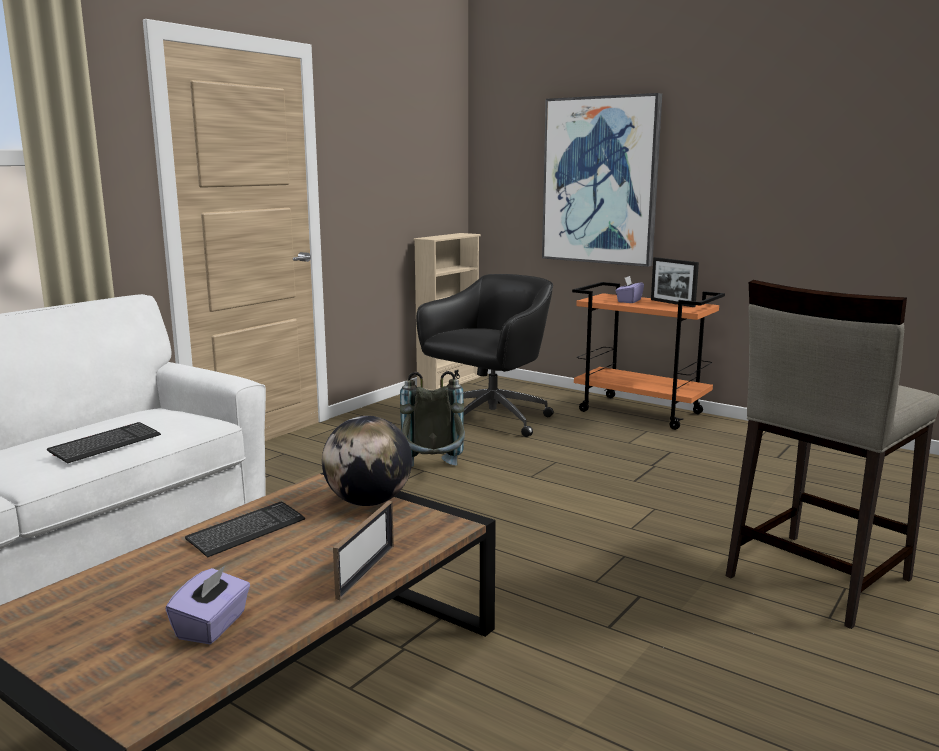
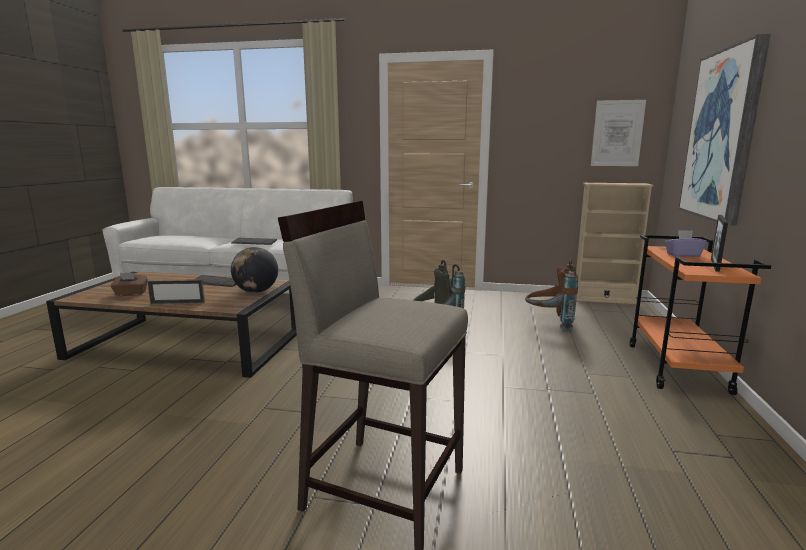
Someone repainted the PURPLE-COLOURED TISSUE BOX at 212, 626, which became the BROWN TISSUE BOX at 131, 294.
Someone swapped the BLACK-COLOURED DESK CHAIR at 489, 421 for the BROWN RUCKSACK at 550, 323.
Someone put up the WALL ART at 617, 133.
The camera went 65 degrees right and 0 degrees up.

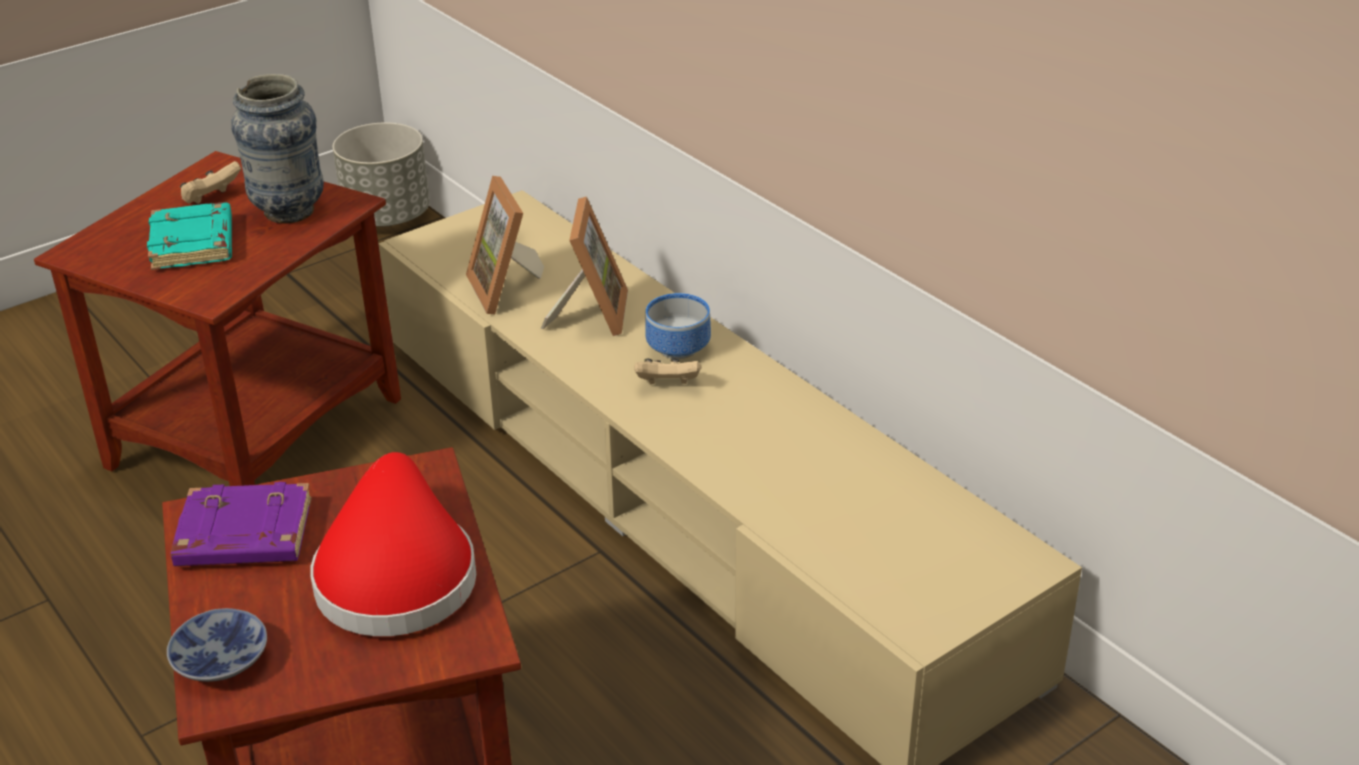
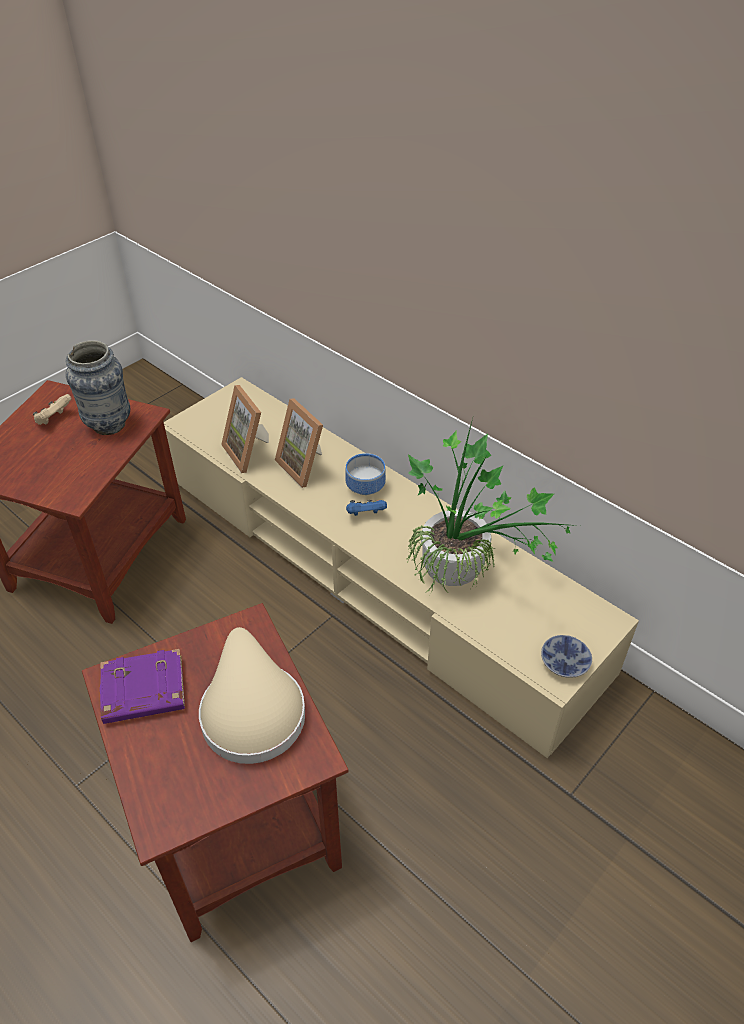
Someone took away the TURQUOISE-COLOURED BOUND BOOK at 194, 244.
Someone carried the DEEP DISH from 218, 659 to 562, 662.
Someone repainted the RED WEARABLE HAT at 396, 574, which became the BEIGE-COLOURED WEARABLE HAT at 251, 709.
Someone took away the GREY FLOWER POT at 388, 216.
Someone rotated the PICTURE FRAME at 590, 313 by 150 degrees clockwise.
Someone repainted the BEIGE-COLOURED GAME CONTROLLER at 668, 385, which became the BLUE-COLOURED GAME CONTROLLER at 365, 515.
Someone put down the PLANT IN A POT at 465, 576.
The camera went 10 degrees left and 10 degrees up.

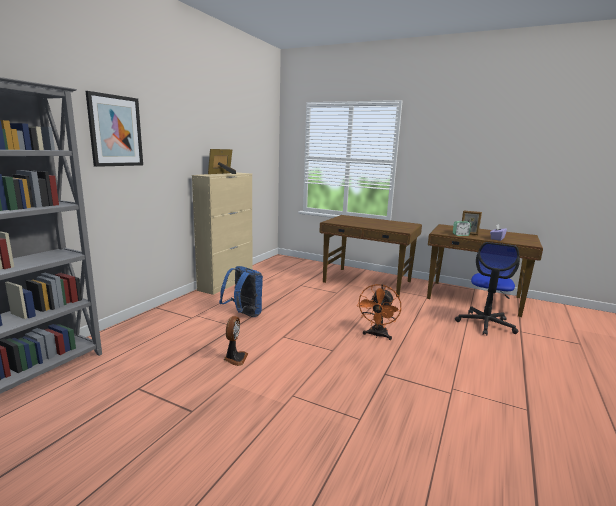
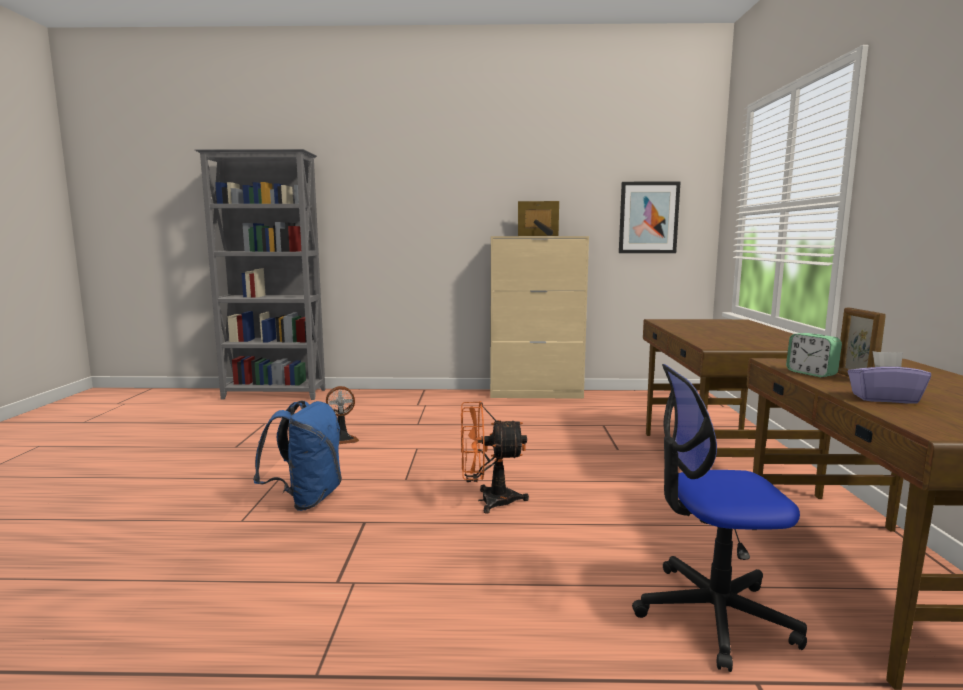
Someone carried the WALL ART from 115, 131 to 648, 217.
Someone carried the BLUE-COLOURED RUCKSACK from 244, 315 to 306, 499.
The camera went 65 degrees right and 5 degrees down.

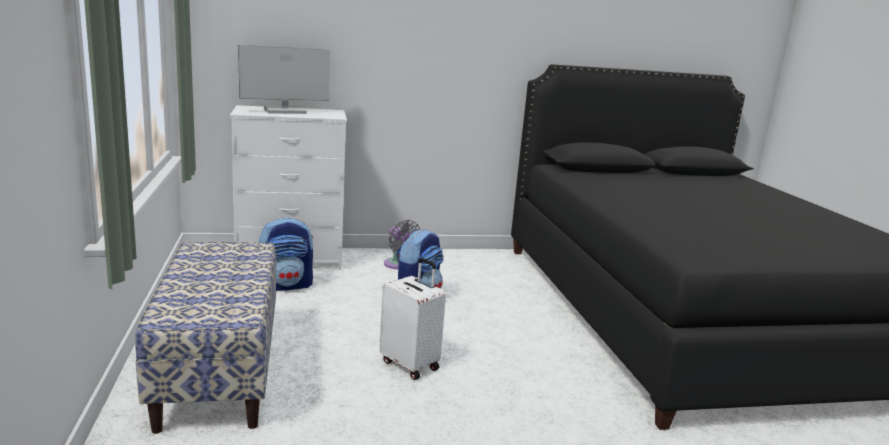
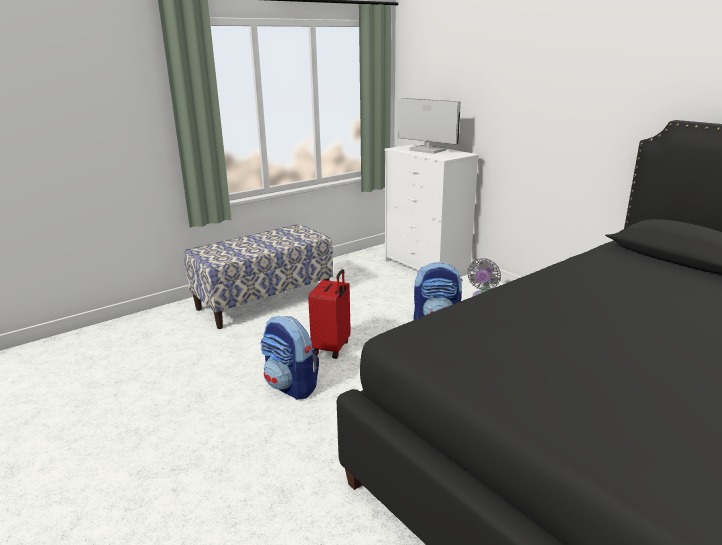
Someone carried the RUCKSACK from 286, 285 to 291, 386.
Someone repainted the WHITISH SUITCASE at 411, 364, which became the RED SUITCASE at 332, 348.
The camera went 65 degrees right and 5 degrees up.

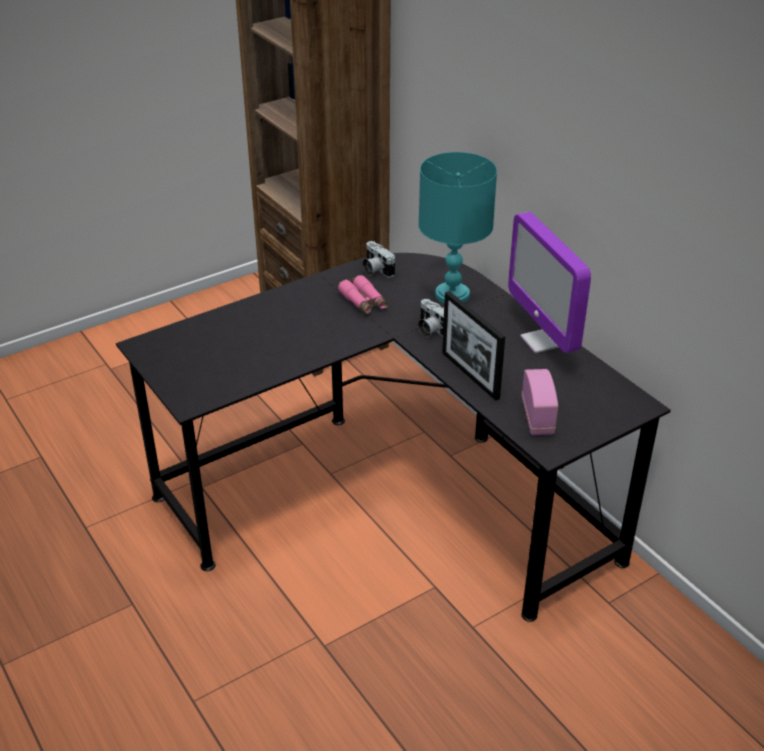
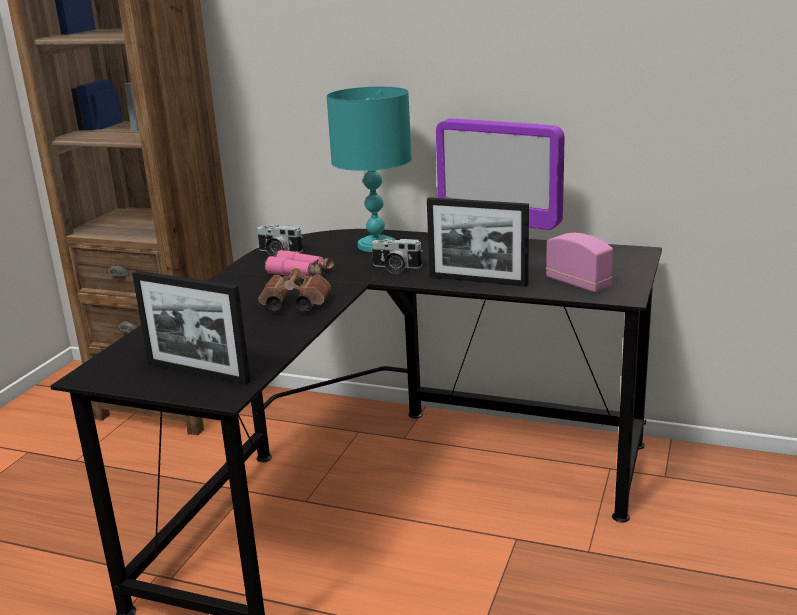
Someone put down the PICTURE FRAME at 197, 372.
Someone put down the BROWN BINOCULARS at 293, 306.
The camera went 35 degrees left and 15 degrees down.

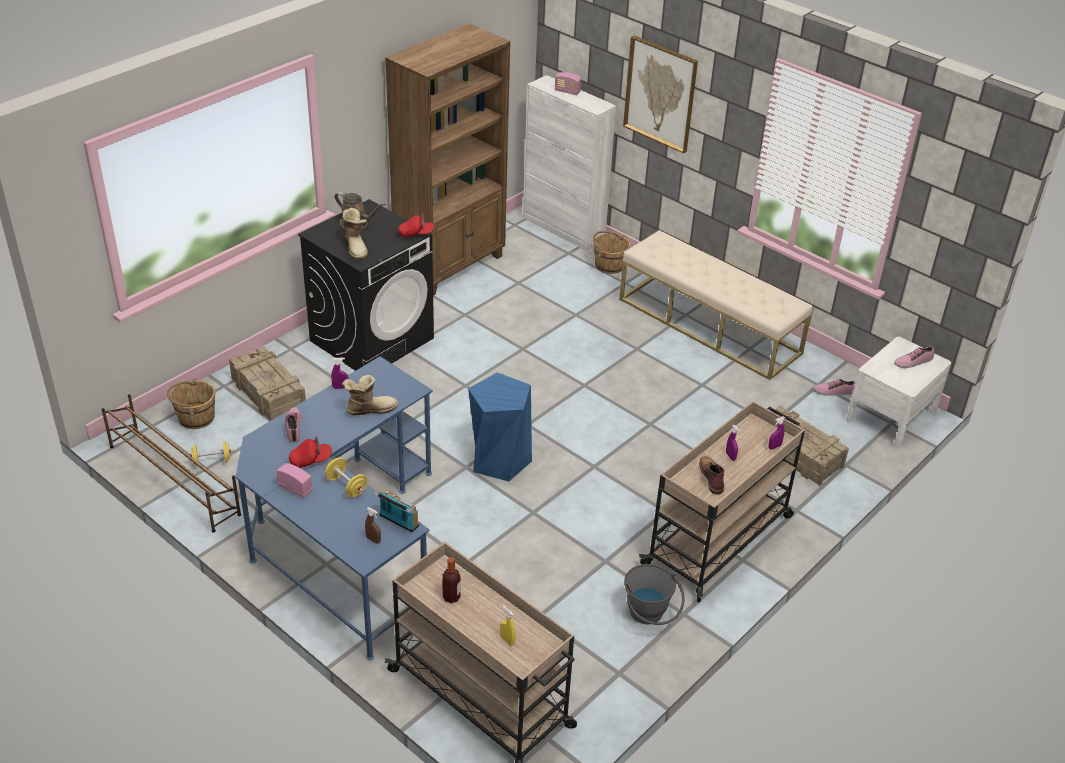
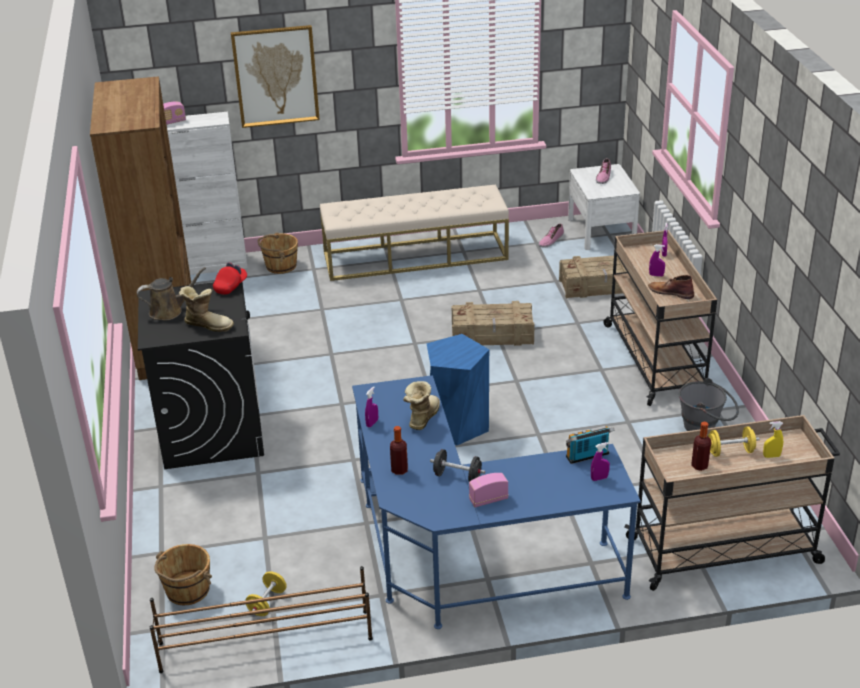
Someone carried the SHIPPING CRATE from 268, 393 to 493, 335.
Someone swapped the SHOE at 294, 427 for the BEVERAGE BOTTLE at 399, 470.
Someone swapped the RED CAP at 311, 460 for the BLACK-COLOURED HAND WEIGHT at 457, 476.
Someone carried the YELLOW HAND WEIGHT from 346, 486 to 730, 451.
Someone repainted the BROWN HAND SPRAYER at 373, 540, which became the PURPLE-COLOURED HAND SPRAYER at 599, 478.
The camera went 50 degrees left and 5 degrees down.

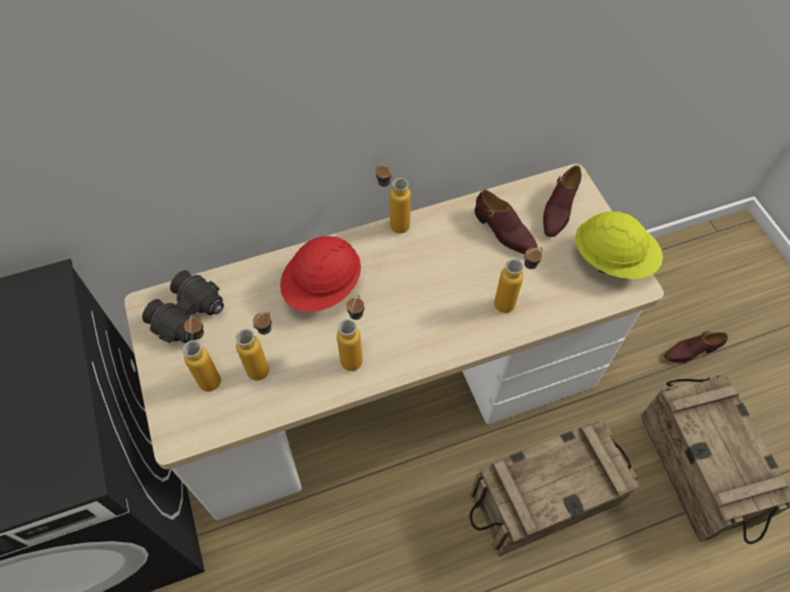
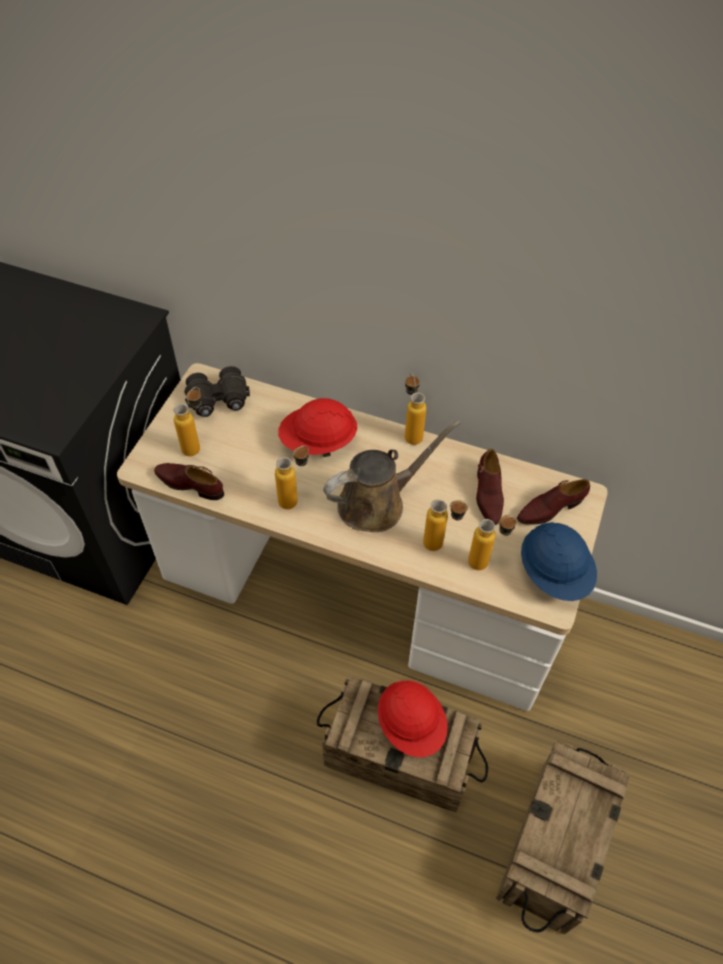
Someone carried the BEVERAGE BOTTLE from 265, 365 to 486, 562.
Someone repainted the YELLOW WORK HELMET at 612, 259, which became the BLUE-COLOURED WORK HELMET at 554, 573.
Someone carried the BROWN SHOE from 691, 350 to 190, 484.
Someone put down the BROWN SPRINKLING CAN at 377, 503.
Someone put down the RED WORK HELMET at 411, 725.
The camera went 40 degrees right and 5 degrees down.

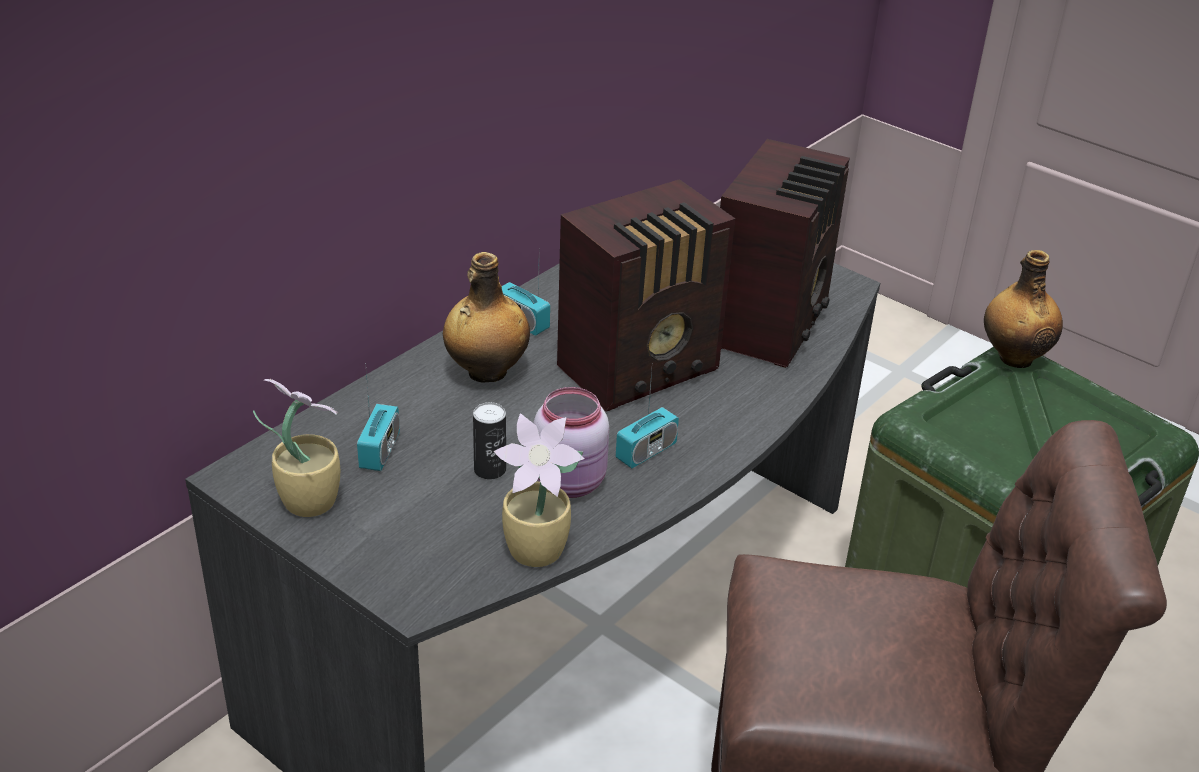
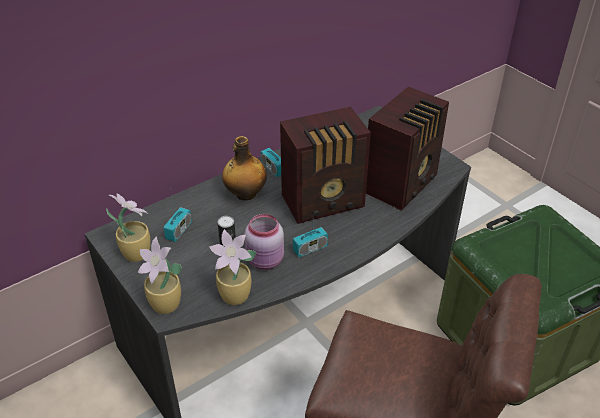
Someone took away the BEVERAGE BOTTLE at 1014, 357.
Someone put down the PLANT IN A POT at 166, 305.
The camera went 15 degrees right and 5 degrees up.

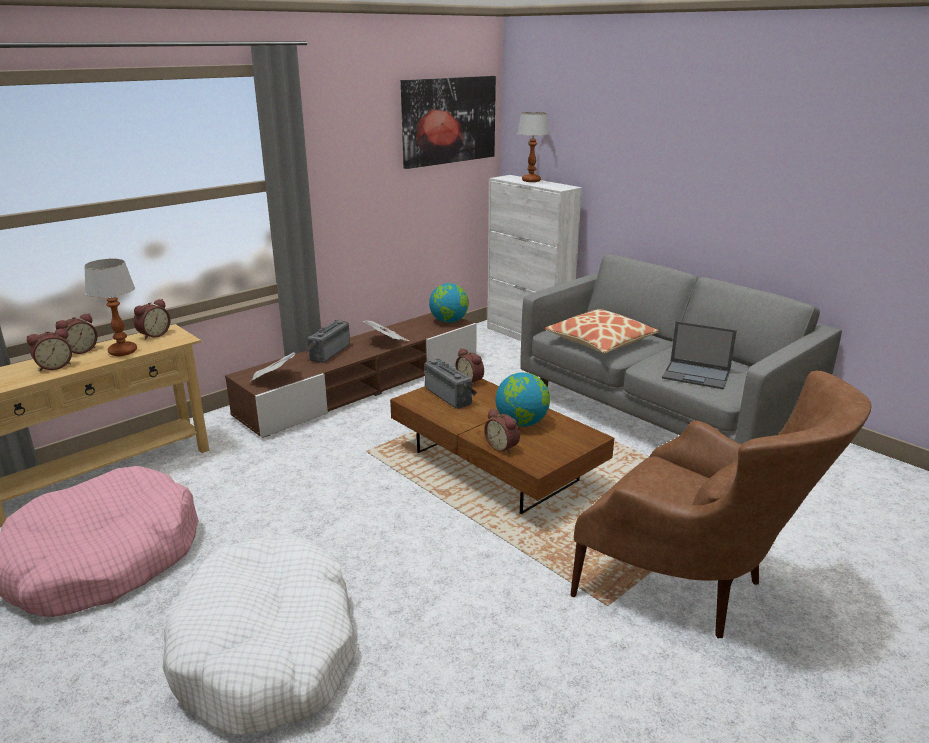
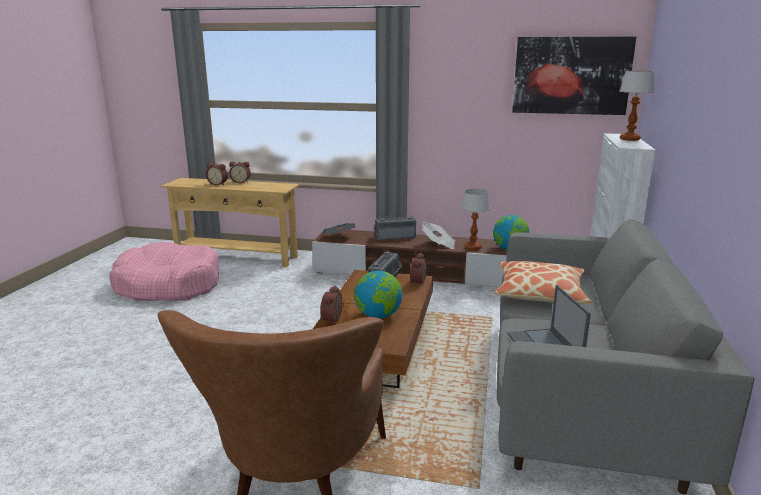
Someone carried the TABLE LAMP from 123, 351 to 473, 247.
Someone took away the ALARM CLOCK at 153, 335.
Someone took away the WHITISH DOG BED at 267, 651.
The camera went 55 degrees right and 5 degrees down.

